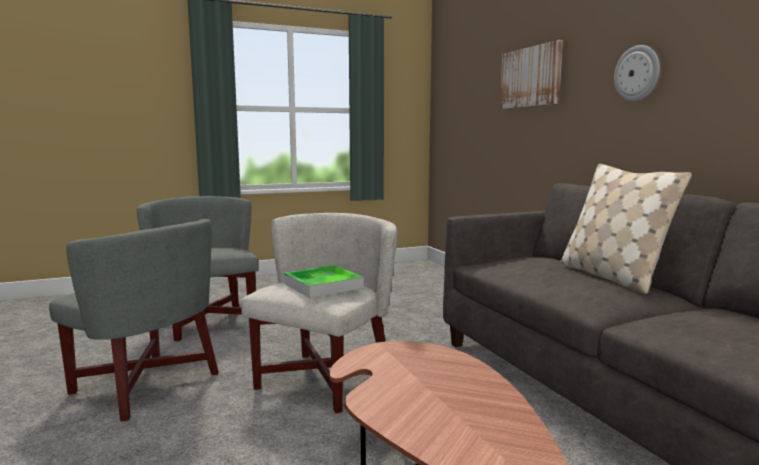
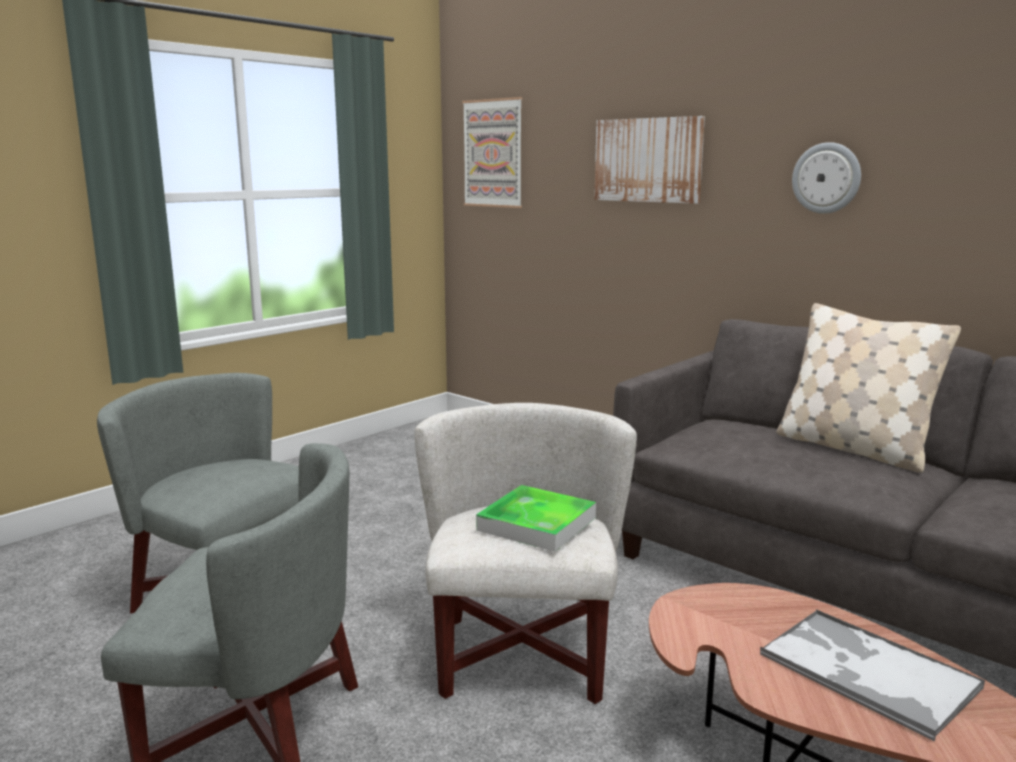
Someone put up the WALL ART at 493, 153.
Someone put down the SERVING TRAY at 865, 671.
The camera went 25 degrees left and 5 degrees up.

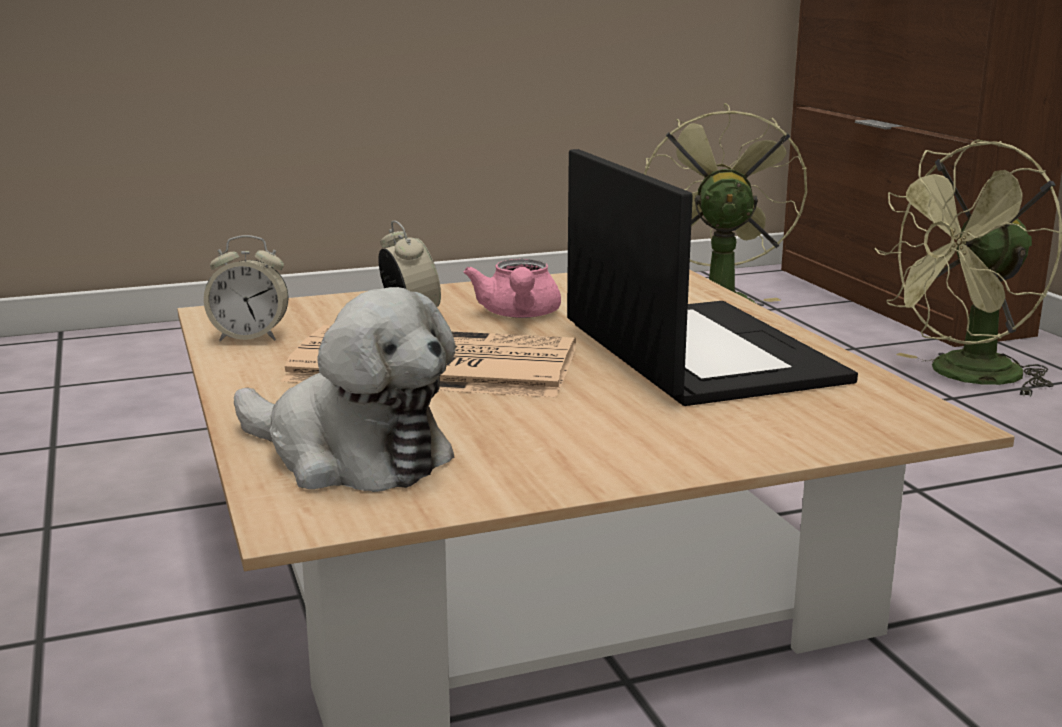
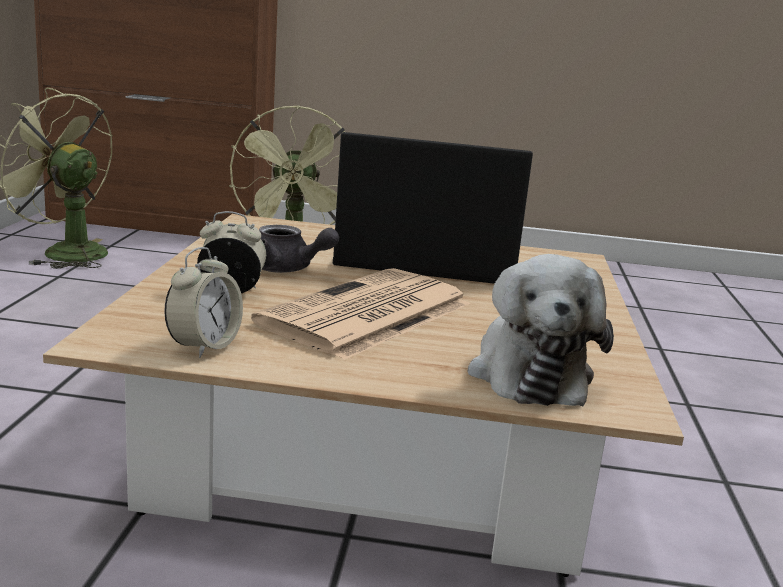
Someone rotated the SOFT TOY at 349, 456 by 120 degrees clockwise.
Someone repainted the PINKISH TEA POT at 519, 315, which became the GREY TEA POT at 286, 269.
The camera went 65 degrees left and 0 degrees up.

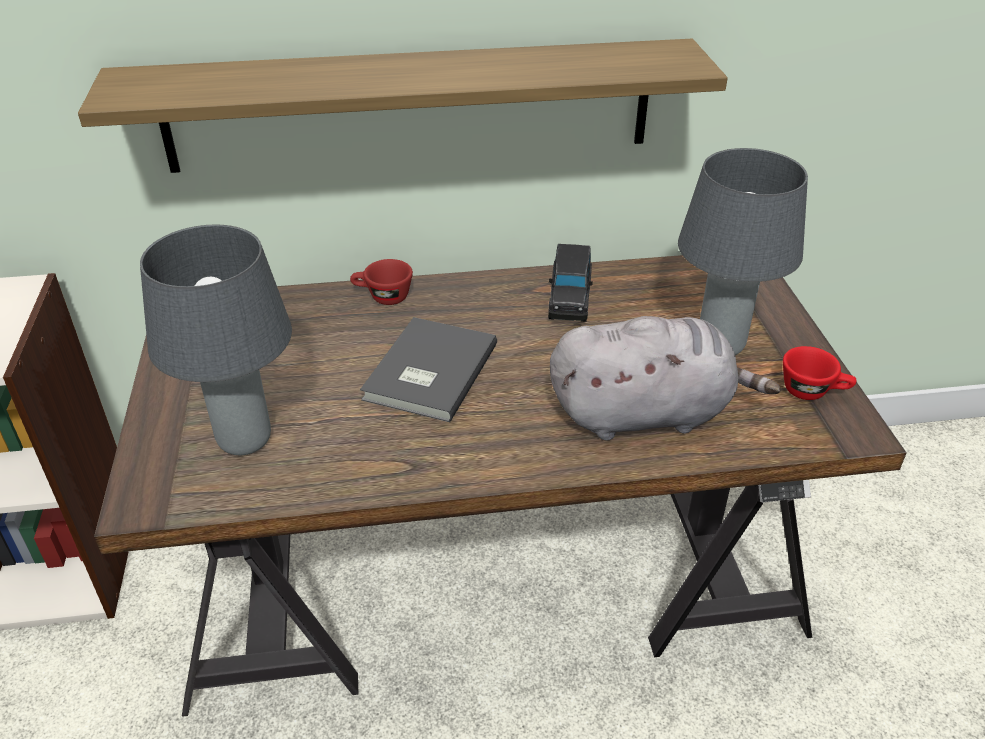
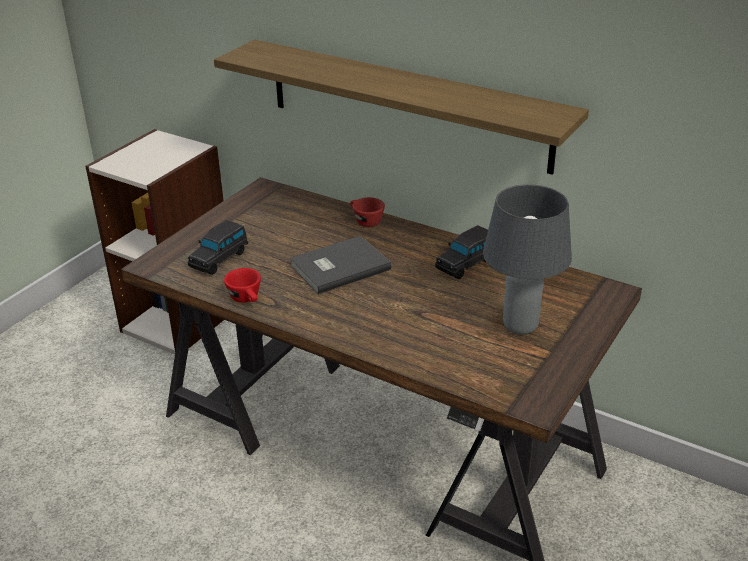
Someone swapped the GREY TABLE LAMP at 246, 440 for the BLACK-COLOURED MODEL CAR at 220, 259.
Someone took away the GREY SOFT TOY at 647, 414.
Someone carried the RED CUP from 813, 391 to 247, 299.
The camera went 40 degrees right and 5 degrees down.

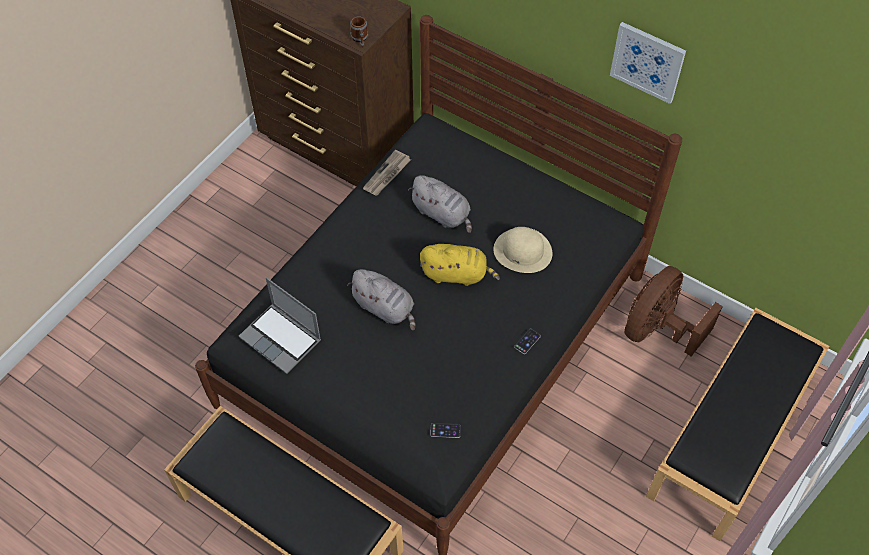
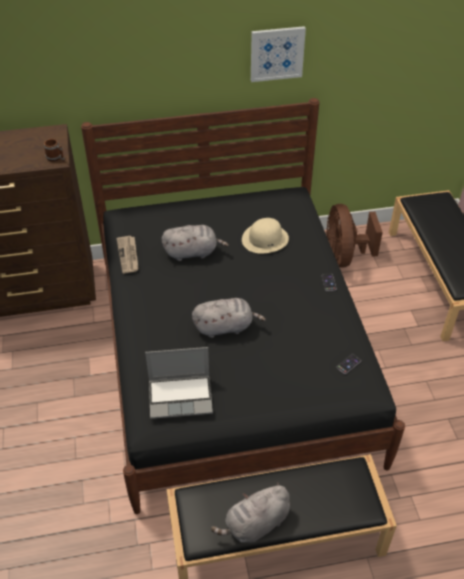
Someone took away the YELLOW SOFT TOY at 457, 274.
Someone put down the GREY SOFT TOY at 255, 524.
The camera went 45 degrees left and 10 degrees down.

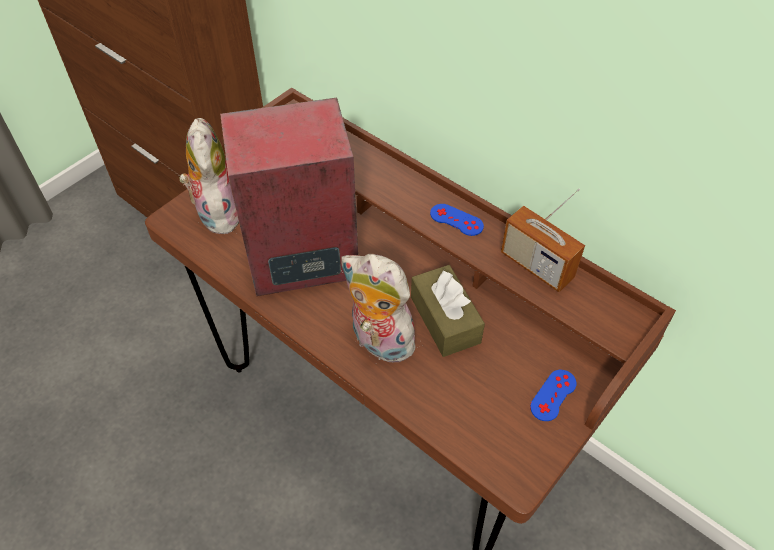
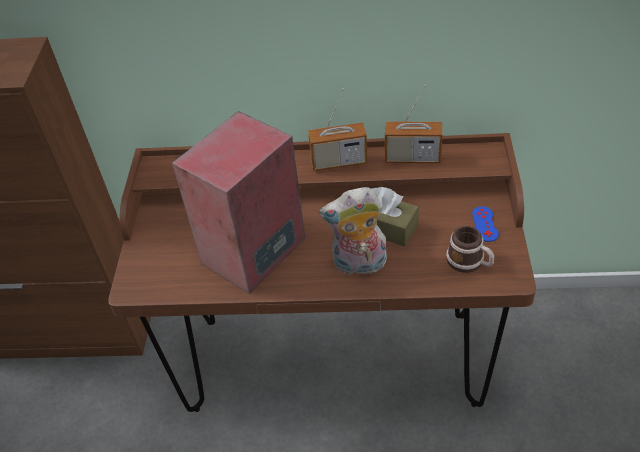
Someone took away the SOFT TOY at 217, 212.
Someone swapped the BLUE-COLOURED GAME CONTROLLER at 456, 220 for the RADIO SET at 339, 162.
Someone put down the TEA MUG at 469, 262.
The camera went 35 degrees left and 5 degrees down.

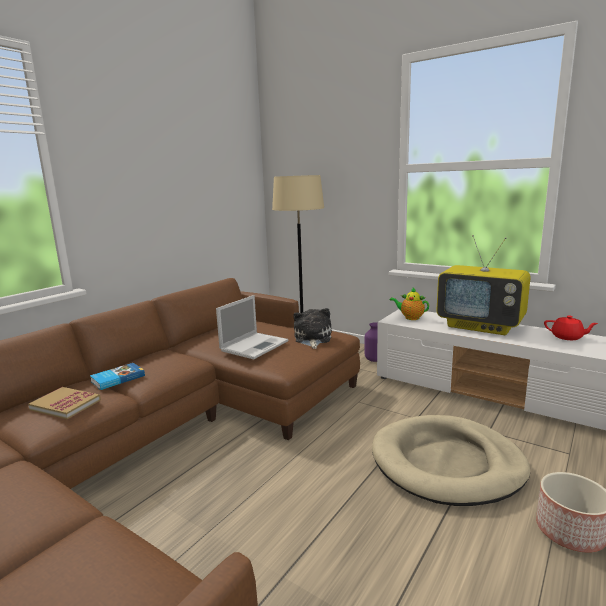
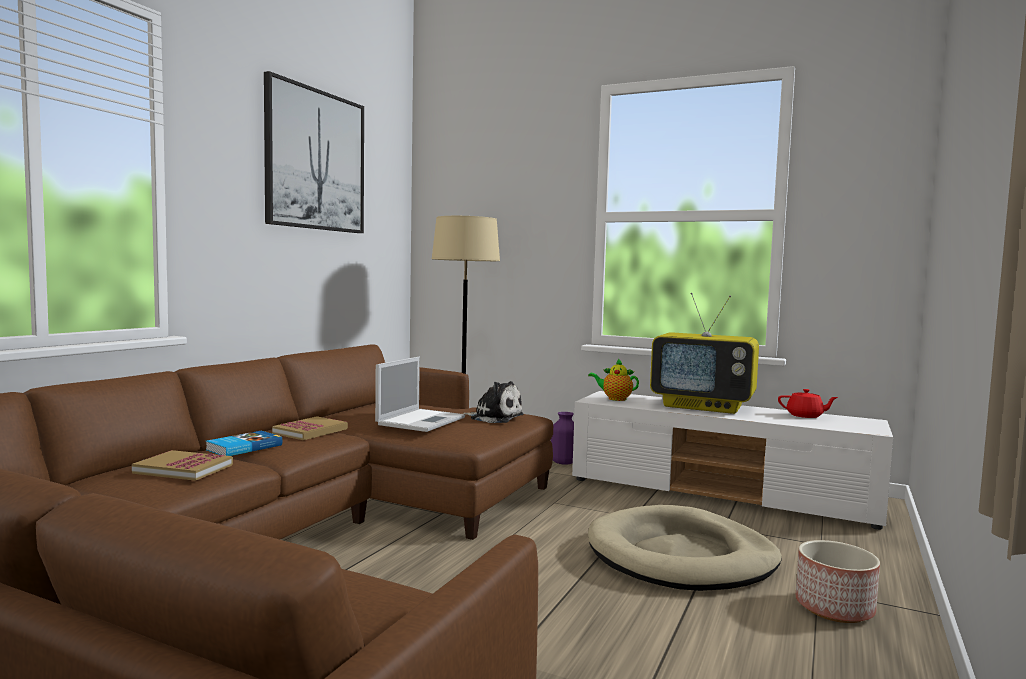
Someone rotated the SOFT TOY at 312, 339 by 120 degrees clockwise.
Someone put up the WALL ART at 315, 160.
Someone put down the BOUND BOOK at 310, 431.
The camera went 10 degrees left and 10 degrees down.

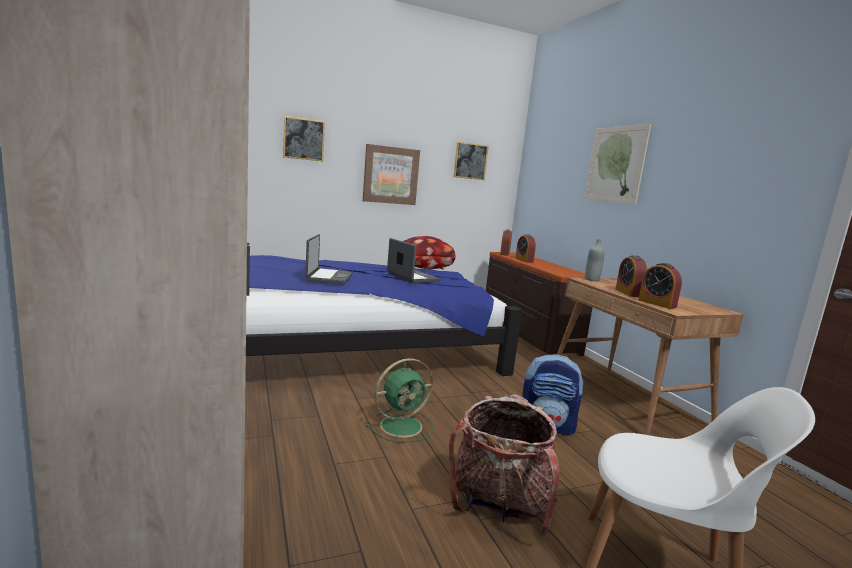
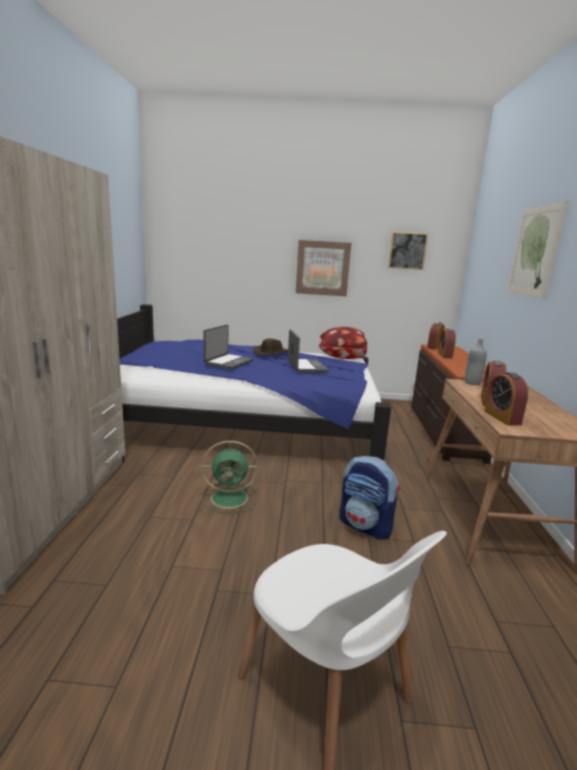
Someone took away the WALL ART at 303, 139.
Someone took away the RUCKSACK at 500, 507.
Someone put down the BROWN WEARABLE HAT at 271, 353.
The camera went 25 degrees right and 5 degrees up.

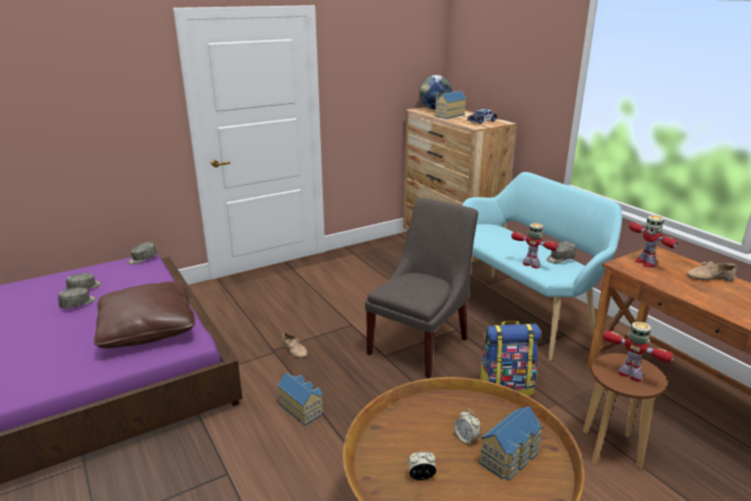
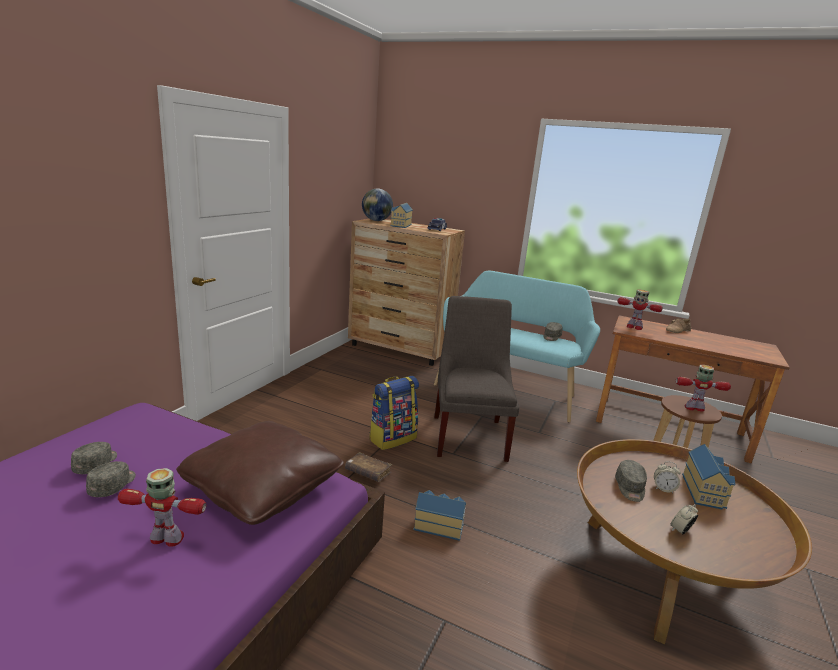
Someone carried the GREY CAP from 142, 259 to 630, 488.
Someone swapped the BEIGE-COLOURED SHOE at 295, 349 for the BROWN BOUND BOOK at 368, 472.
Someone carried the RUCKSACK from 506, 387 to 392, 438.
Someone carried the TOY ROBOT from 532, 265 to 168, 539.
The camera went 35 degrees left and 5 degrees down.

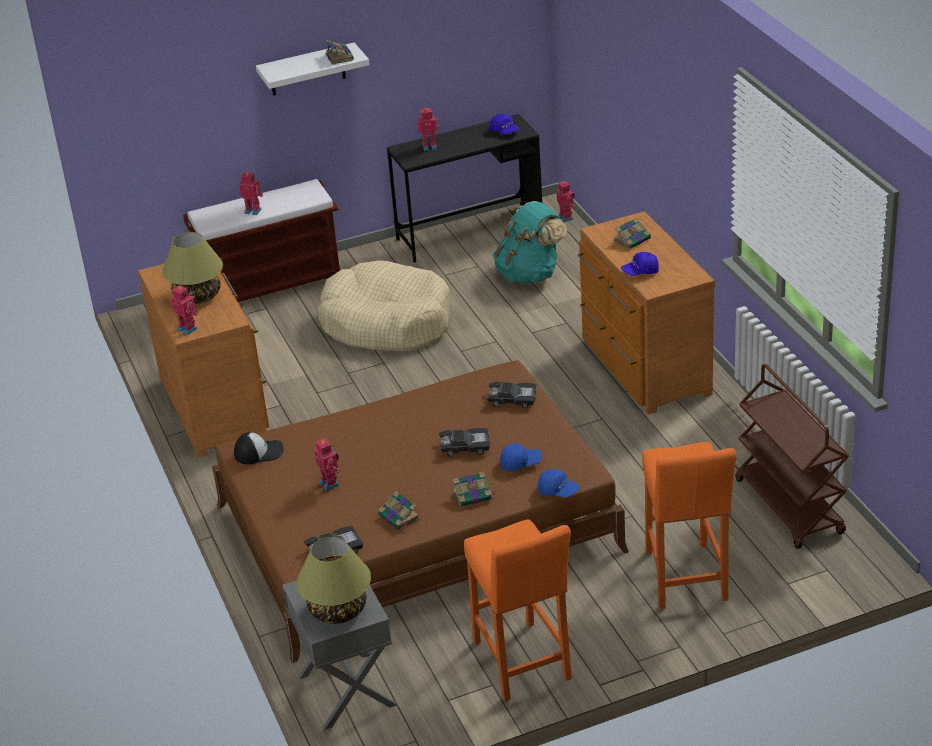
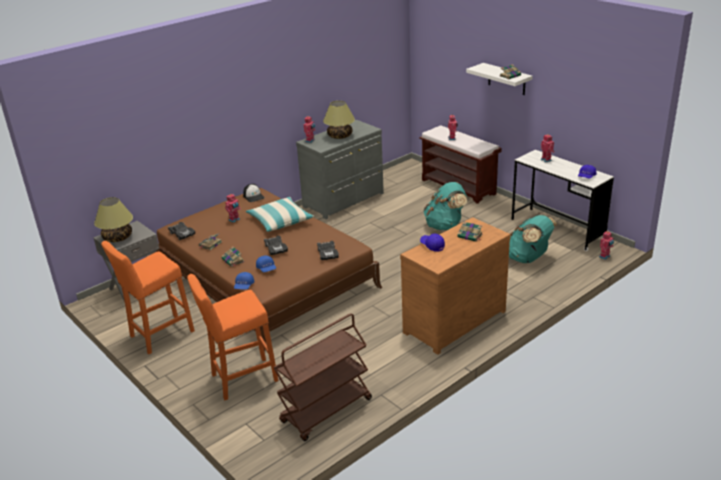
Someone repainted the BROWN DRESSER at 216, 406, which became the GREY DRESSER at 345, 200.
Someone swapped the BEIGE-COLOURED DOG BED at 386, 323 for the TURQUOISE-COLOURED RUCKSACK at 445, 226.
Someone repainted the BLACK-COLOURED DESK TABLE at 470, 233, which became the WHITISH DESK TABLE at 557, 229.
Someone put down the THROW PILLOW at 280, 221.
The camera went 70 degrees right and 5 degrees down.

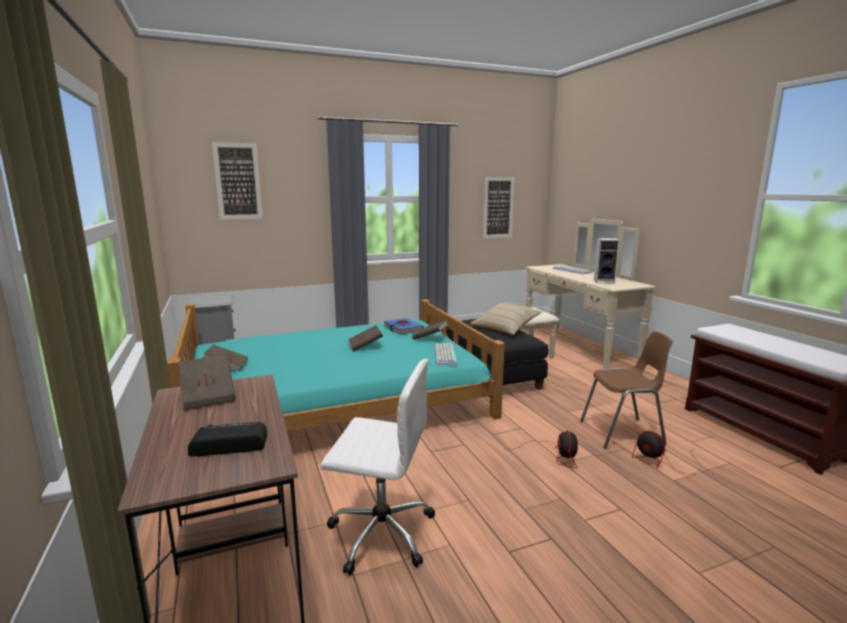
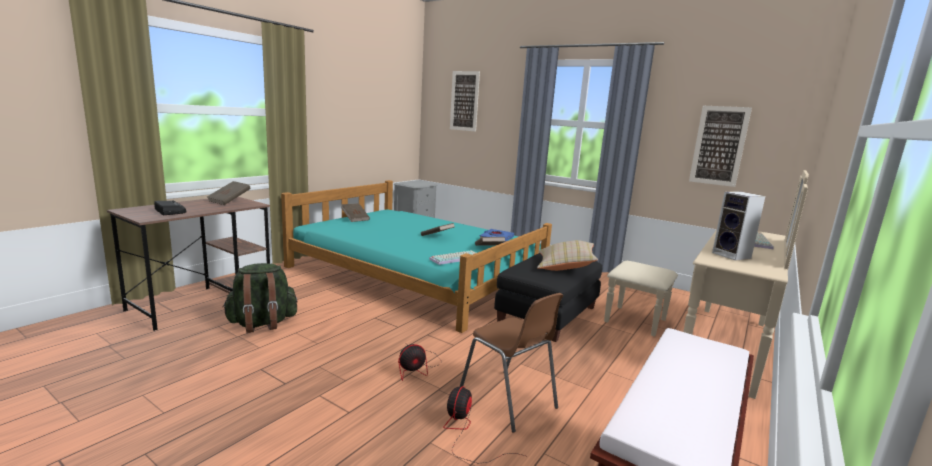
Someone swapped the WHITISH DESK CHAIR at 380, 532 for the GREENISH RUCKSACK at 262, 323.
The camera went 55 degrees right and 0 degrees up.

